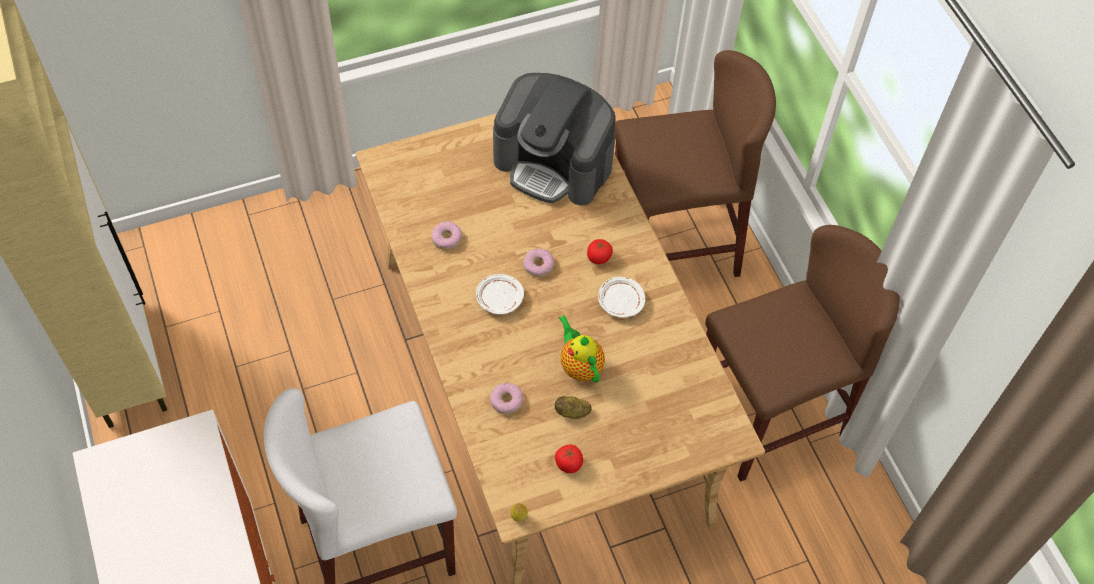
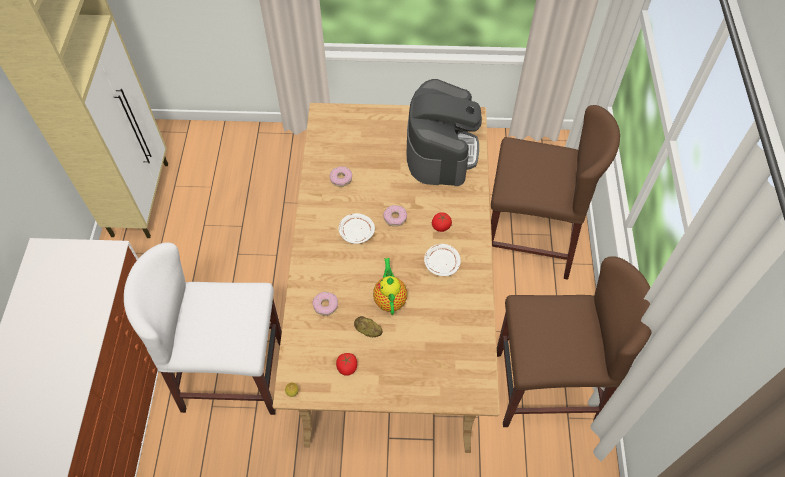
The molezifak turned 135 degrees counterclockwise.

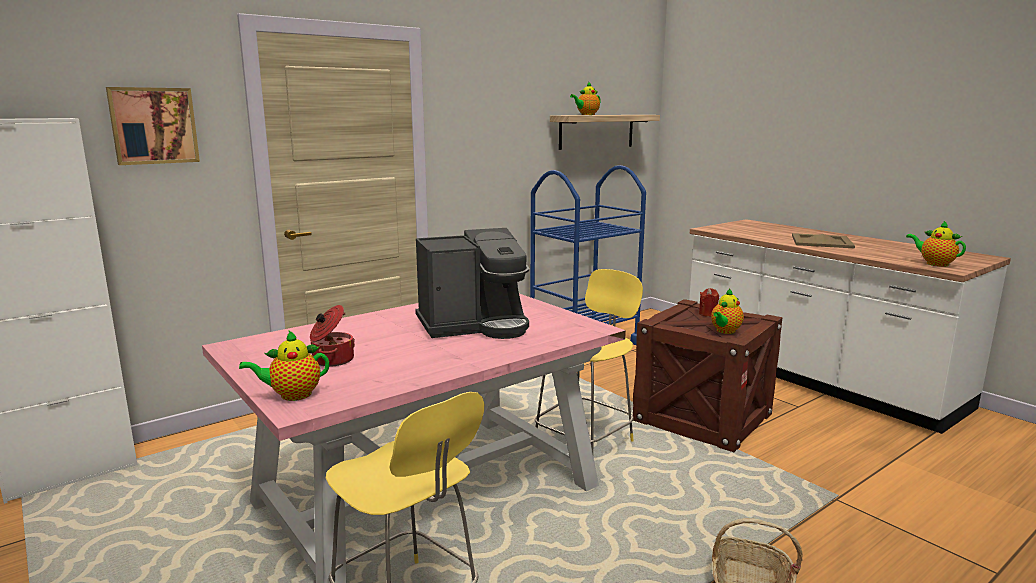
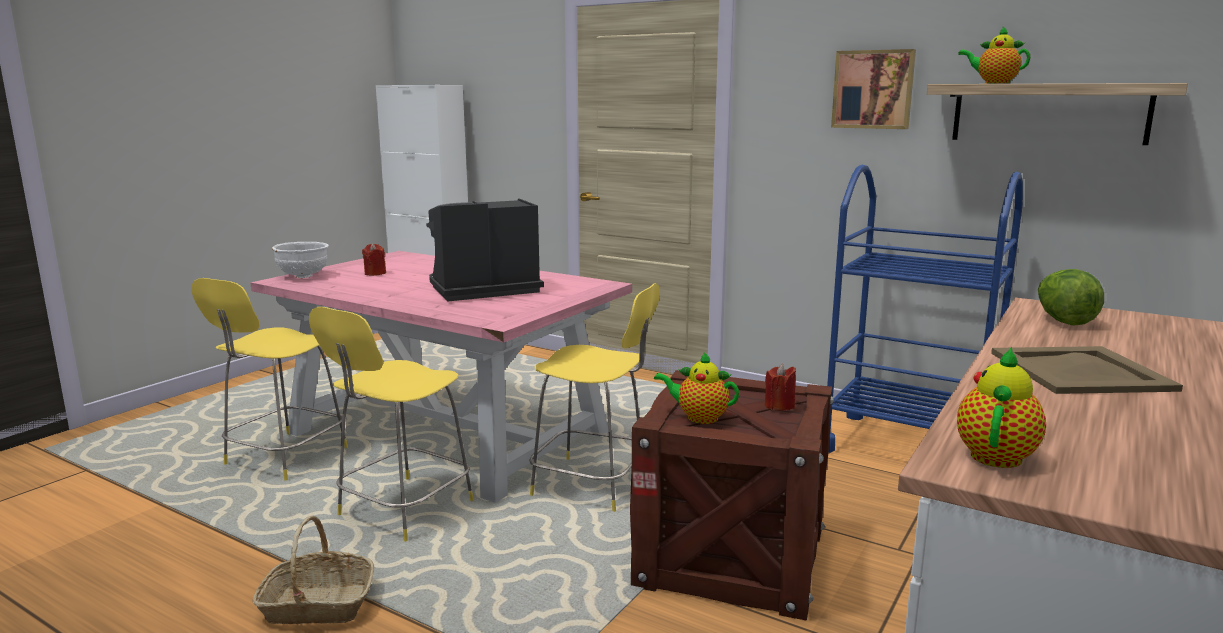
The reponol moved.
The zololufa (no. 1 from left) was replaced by the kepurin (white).
The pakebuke was replaced by the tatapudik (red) (no. 1 from left).
The molezifak turned 105 degrees clockwise.
The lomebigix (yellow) (no. 2 from left) appeared.
The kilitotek appeared.

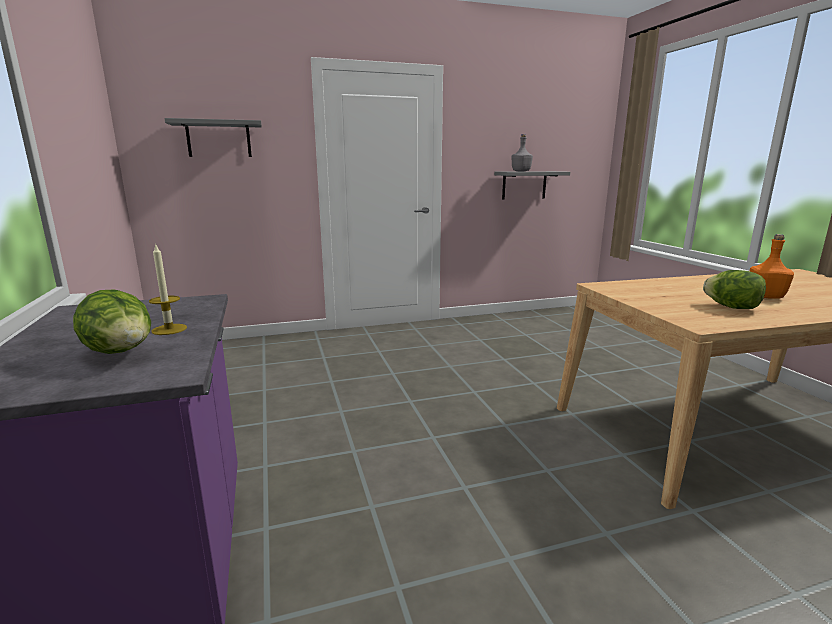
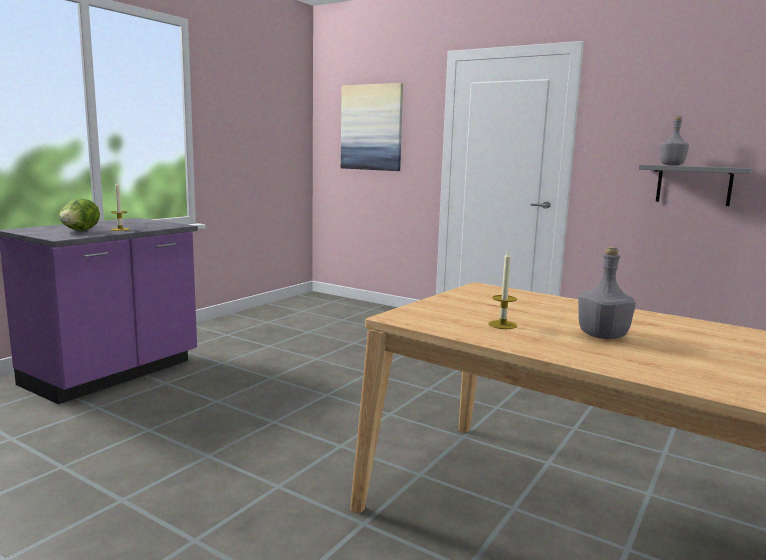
The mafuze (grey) (no. 1 from left) was replaced by the reponol.
The kilitotek (no. 2 from left) was replaced by the tatapudik (no. 2 from left).
The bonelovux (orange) became the bonelovux (grey) (no. 1 from left).

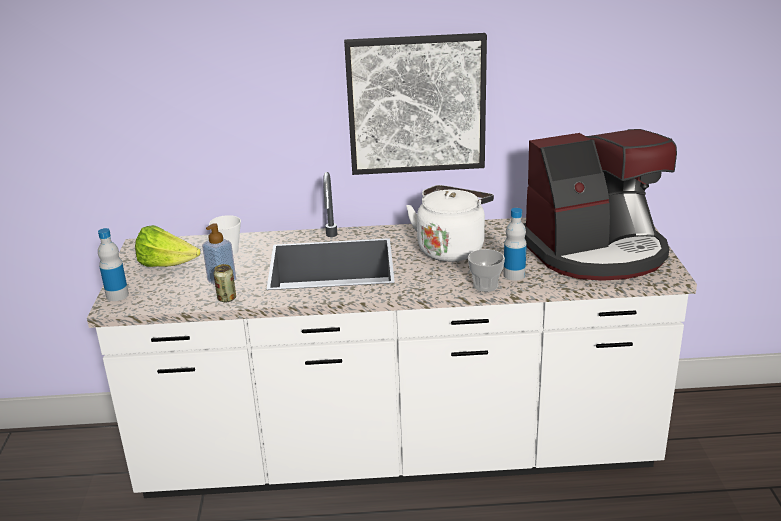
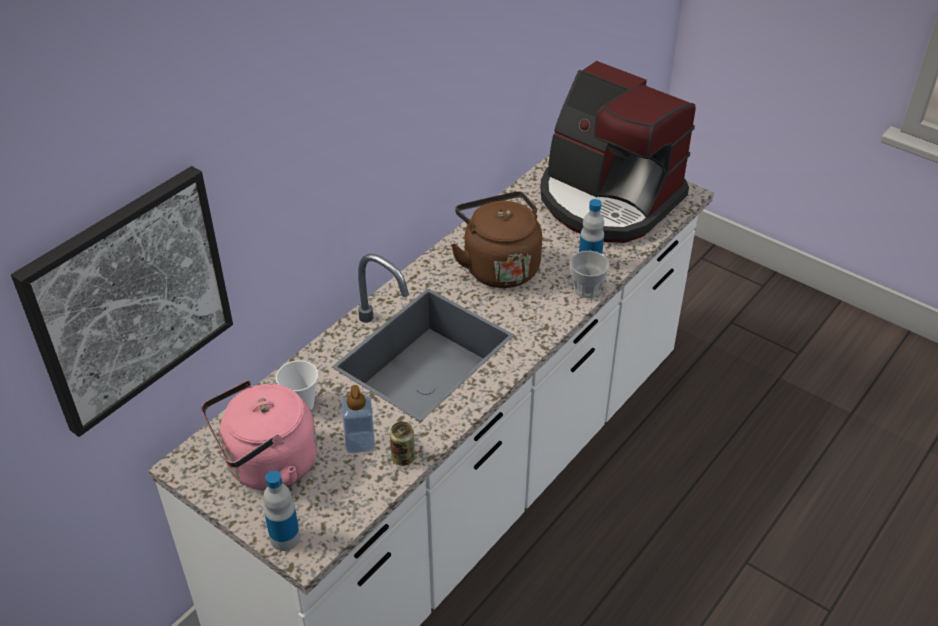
The kilitotek was replaced by the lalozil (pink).
The reponol moved.
The lalozil (white) became the lalozil (brown).
The molezifak turned 105 degrees clockwise.

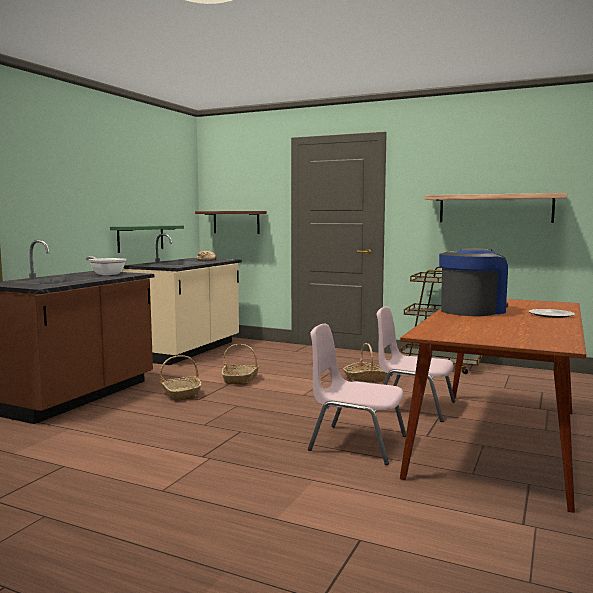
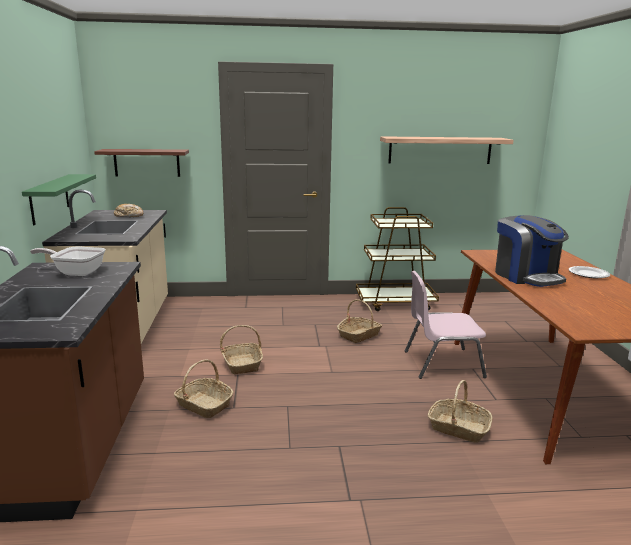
The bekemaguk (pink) (no. 1 from left) was replaced by the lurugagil (no. 4 from left).
The molezifak turned 135 degrees clockwise.

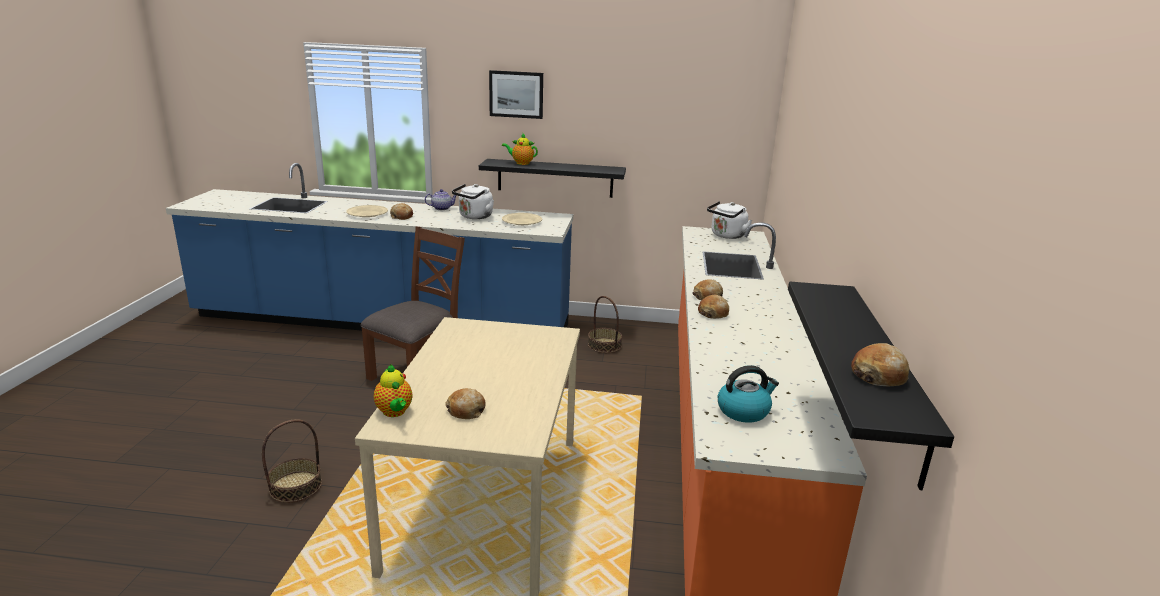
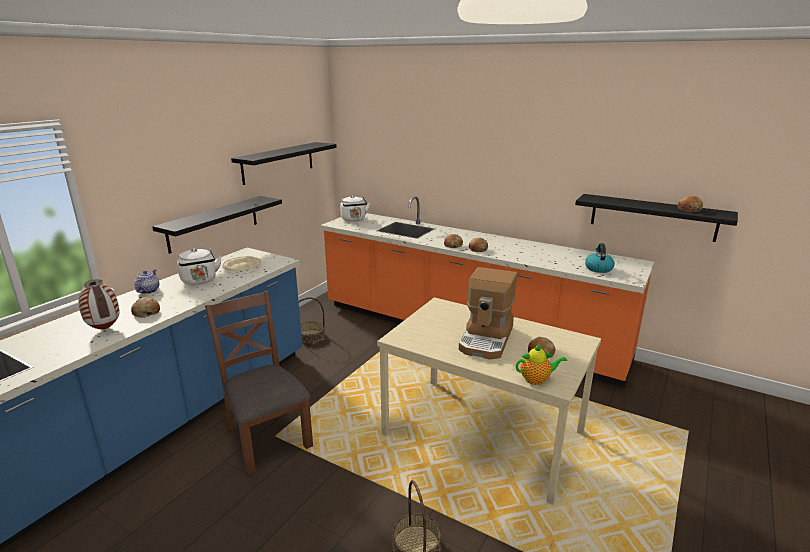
The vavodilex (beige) (no. 1 from left) was replaced by the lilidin.
The reponol disappeared.
The zololufa (no. 3 from left) disappeared.
The mafuze (black) (no. 2 from left) appeared.
The molezifak appeared.

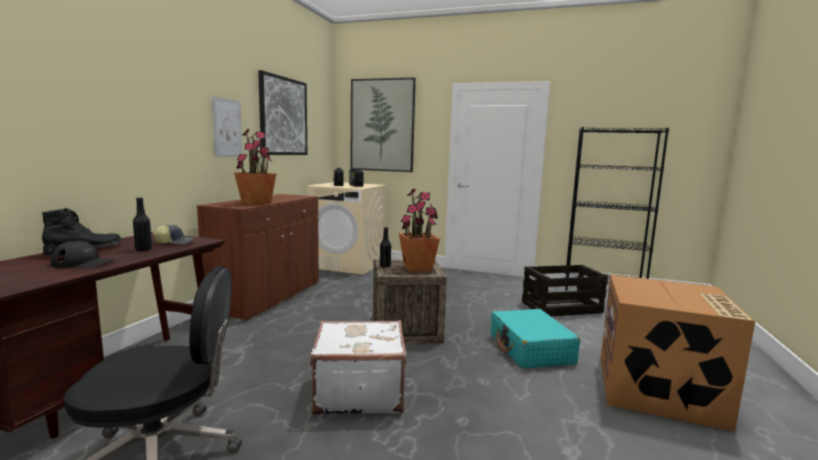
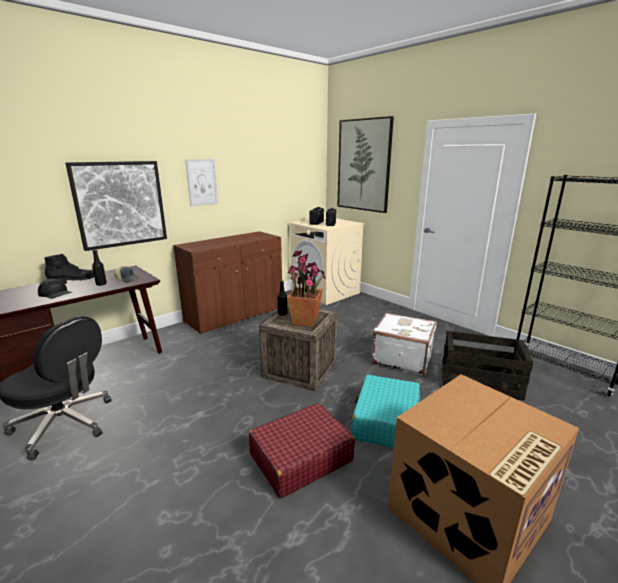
The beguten (no. 1 from left) disappeared.
The reponol (no. 2 from left in the first image) moved.
The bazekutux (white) moved.
The bazekutux (red) appeared.

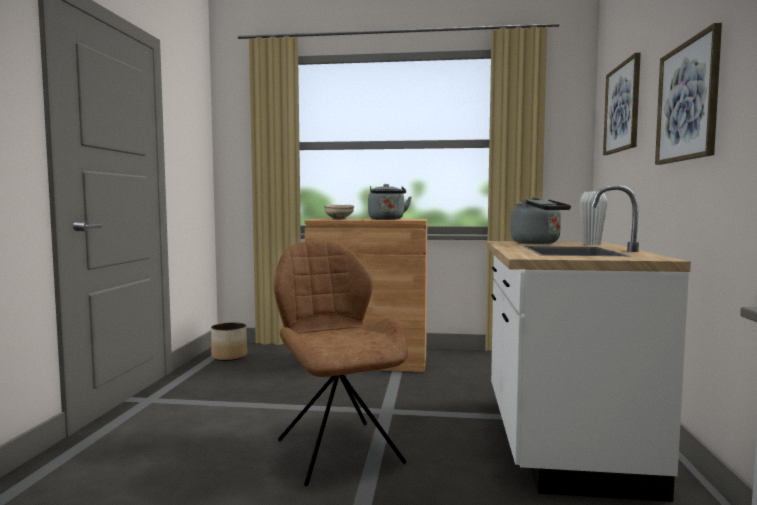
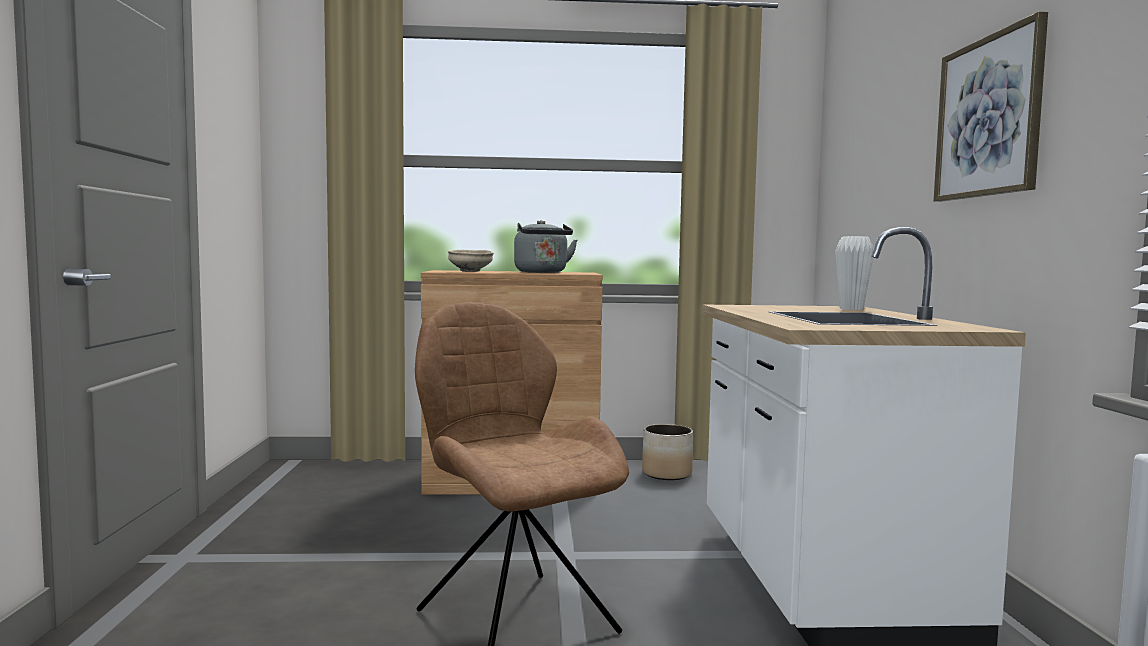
The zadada moved.
The lalozil (grey) (no. 2 from left) disappeared.
The reponol (no. 1 from left) disappeared.

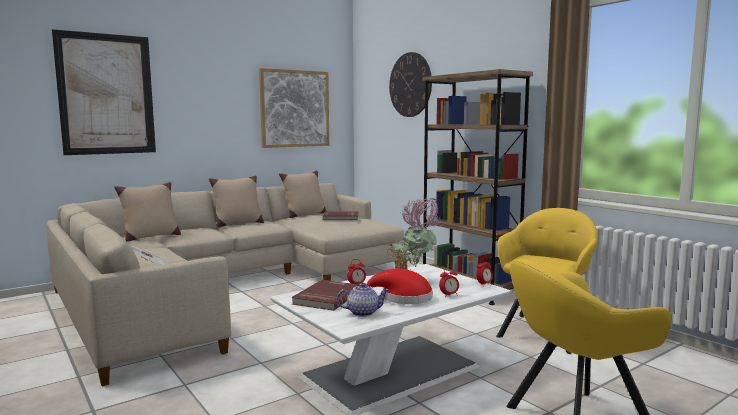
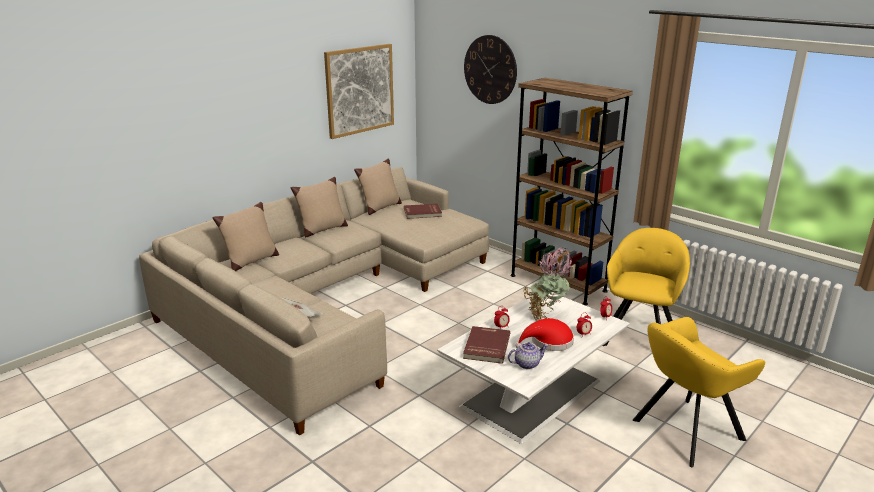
The reponol (no. 1 from left) disappeared.

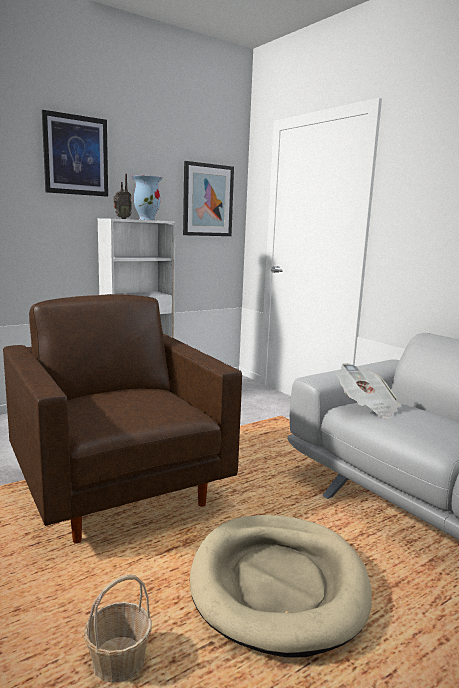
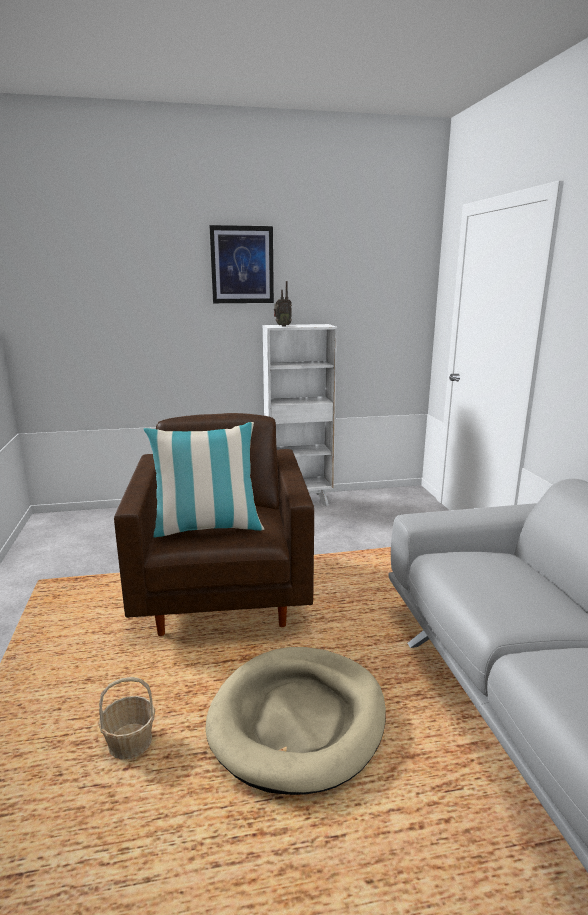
The lilidin disappeared.
The reponol (no. 2 from left) disappeared.
The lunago disappeared.
The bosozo appeared.

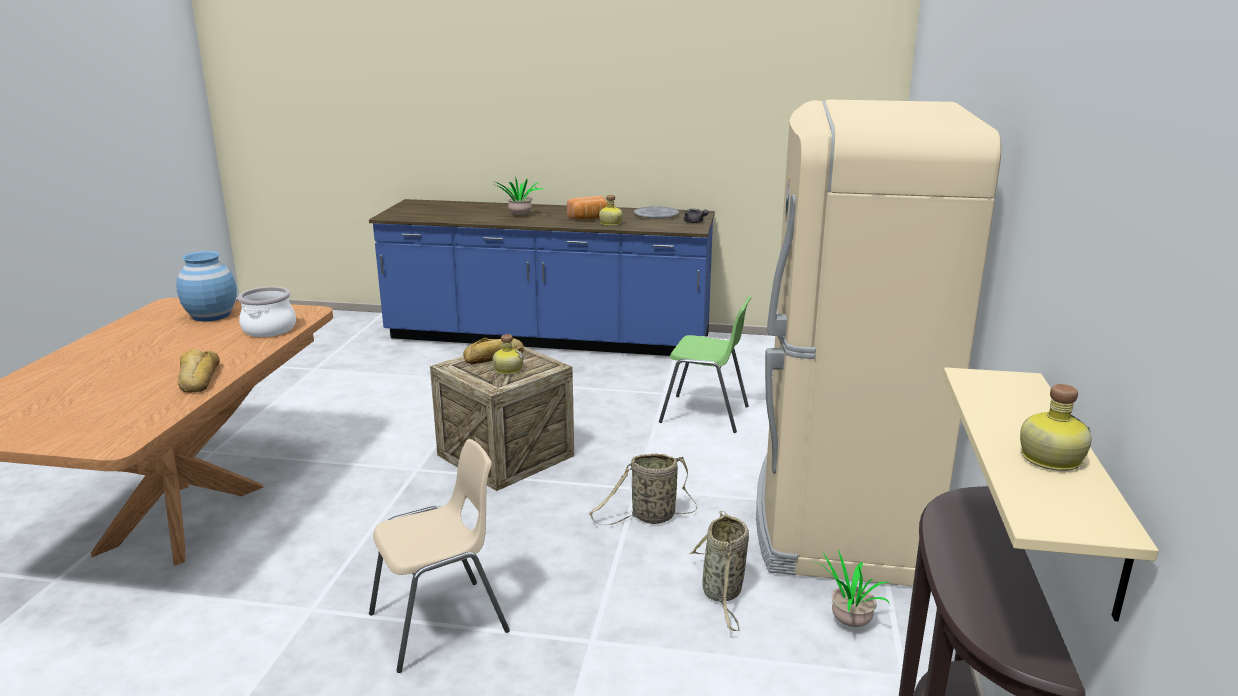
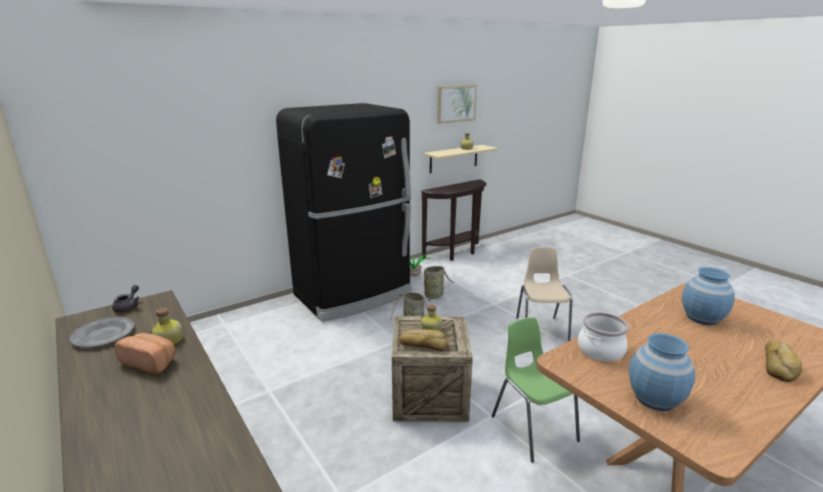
The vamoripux (no. 1 from left in the first image) moved.
The bekemaguk (beige) turned 75 degrees clockwise.
The beguten (no. 1 from left) disappeared.
The bekemaguk (green) moved.
The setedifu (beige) became the setedifu (black).
The reponol appeared.
The lilidin (blue) (no. 2 from left) appeared.

